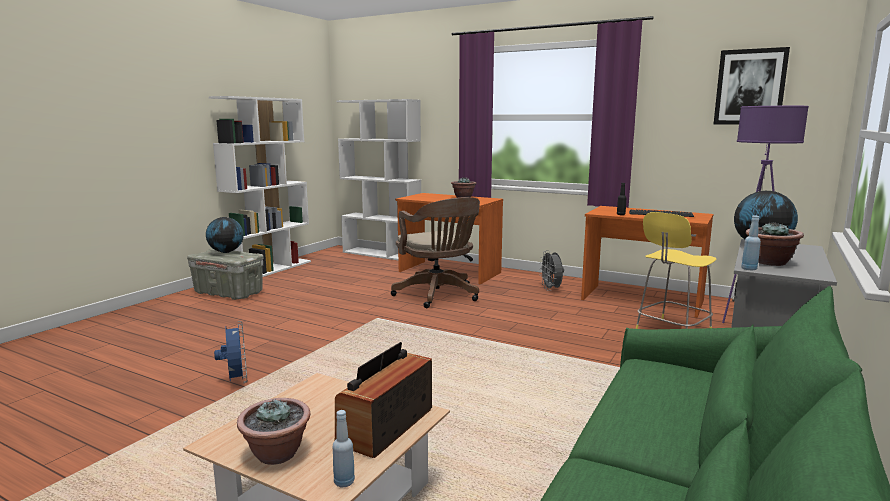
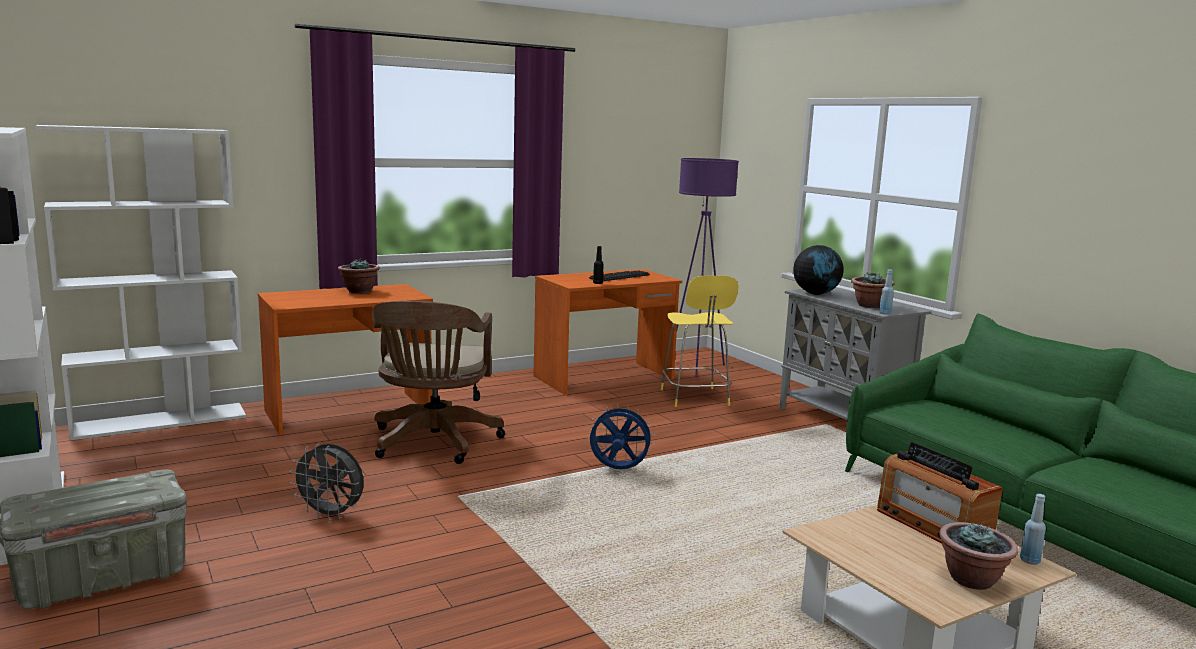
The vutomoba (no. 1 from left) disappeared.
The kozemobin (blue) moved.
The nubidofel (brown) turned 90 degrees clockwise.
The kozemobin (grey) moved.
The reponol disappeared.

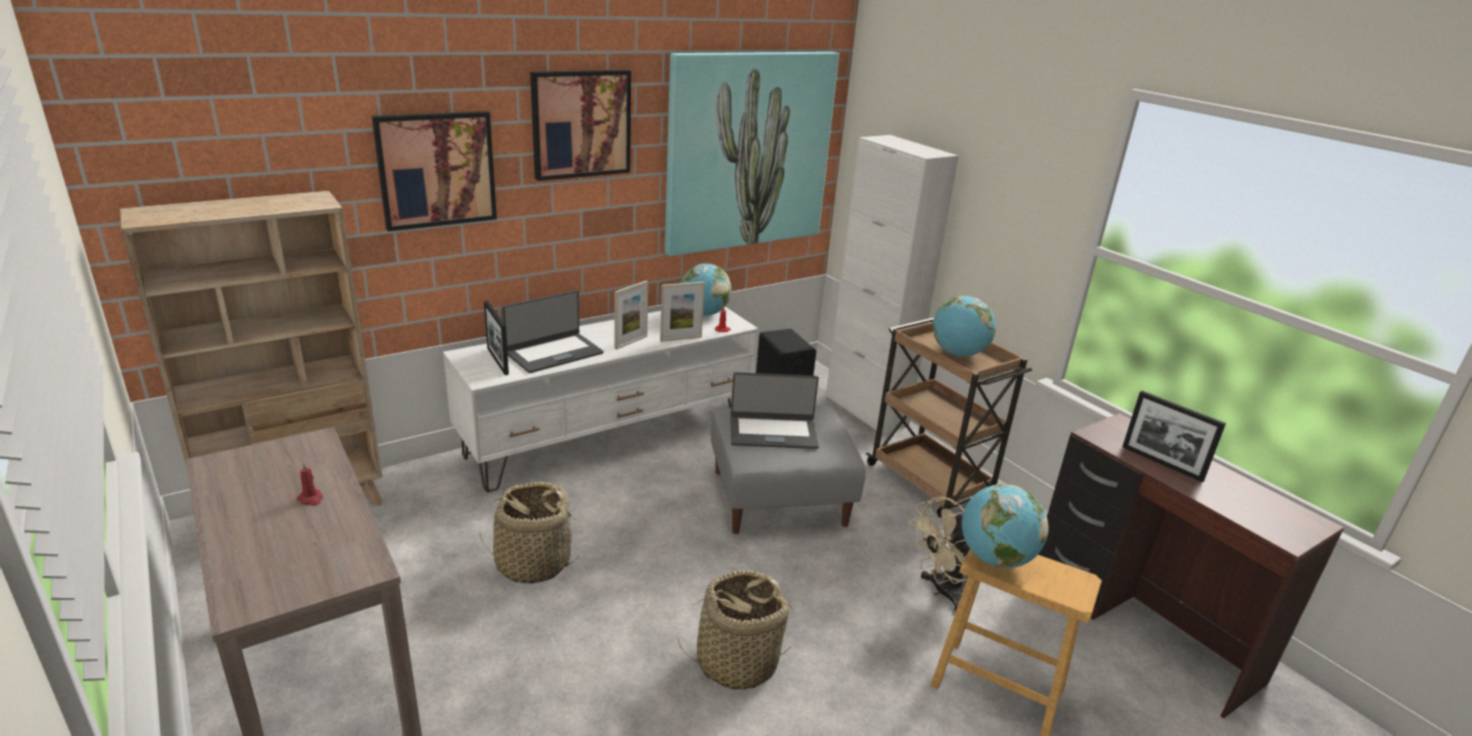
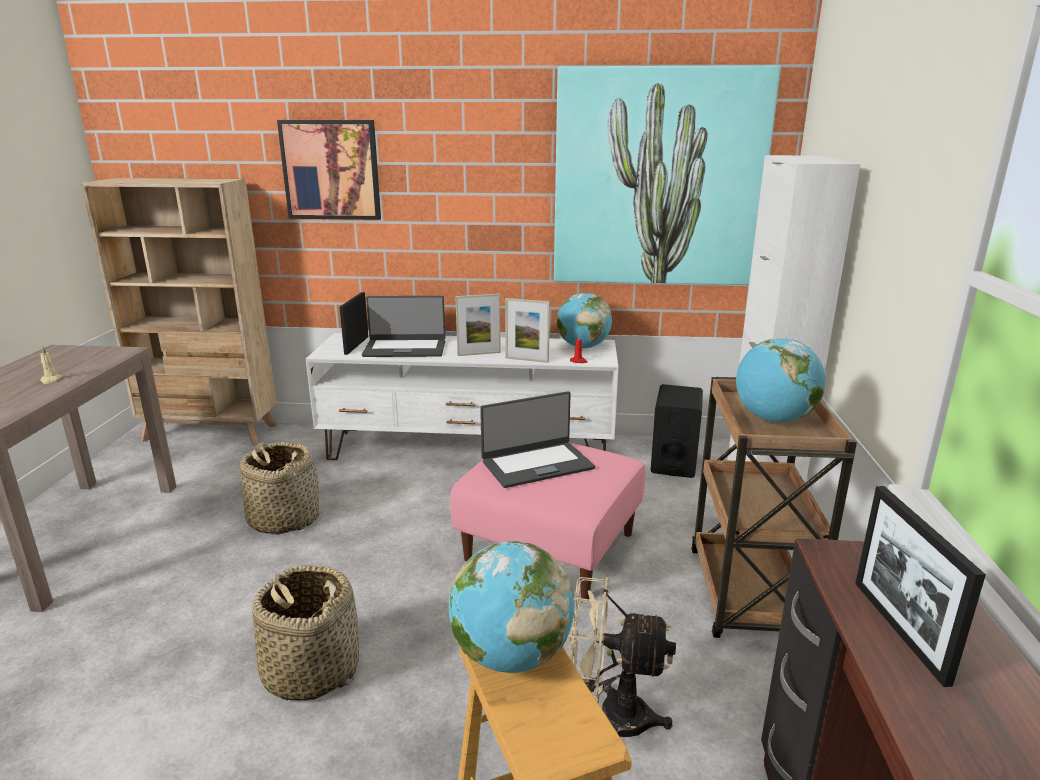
The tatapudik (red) (no. 1 from left) became the tatapudik (beige).
The reponol (no. 2 from left) disappeared.
The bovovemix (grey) became the bovovemix (pink).
The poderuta (no. 2 from left) turned 60 degrees counterclockwise.

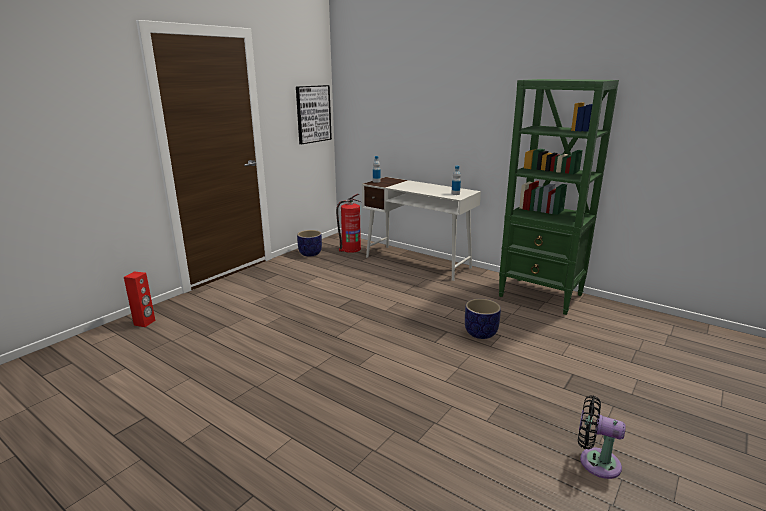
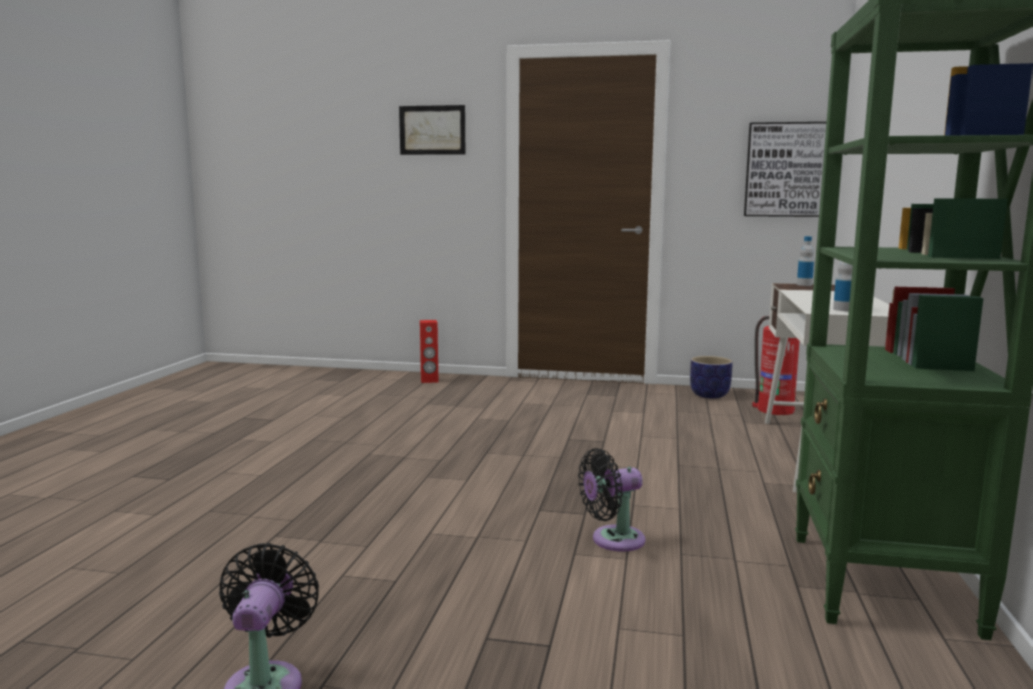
The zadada (no. 2 from left) was replaced by the kozemobin (black) (no. 2 from left).
The reponol (no. 1 from left) appeared.

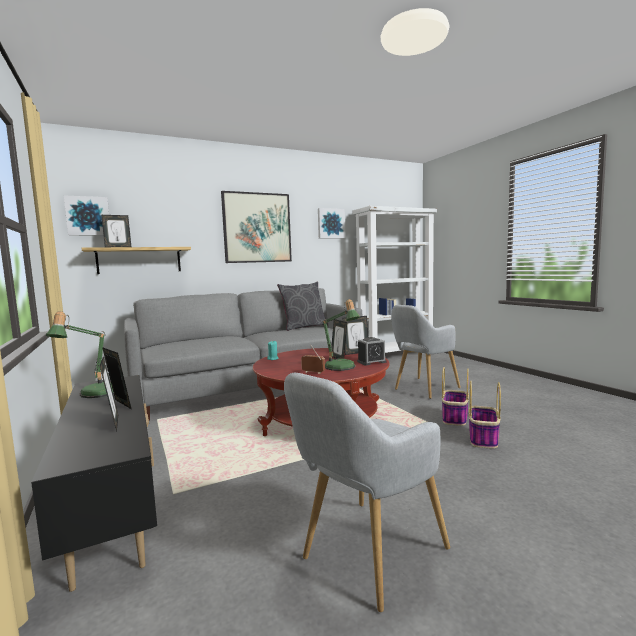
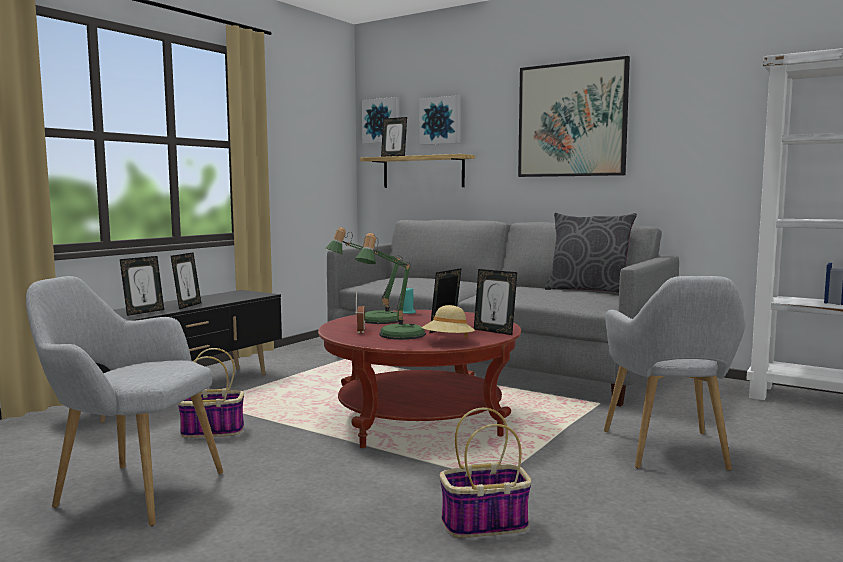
The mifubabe (no. 1 from left) moved.
The reponol (no. 3 from left in the first image) moved.
The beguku was replaced by the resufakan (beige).
The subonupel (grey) (no. 2 from left) turned 105 degrees counterclockwise.
The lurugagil (no. 1 from left) moved.

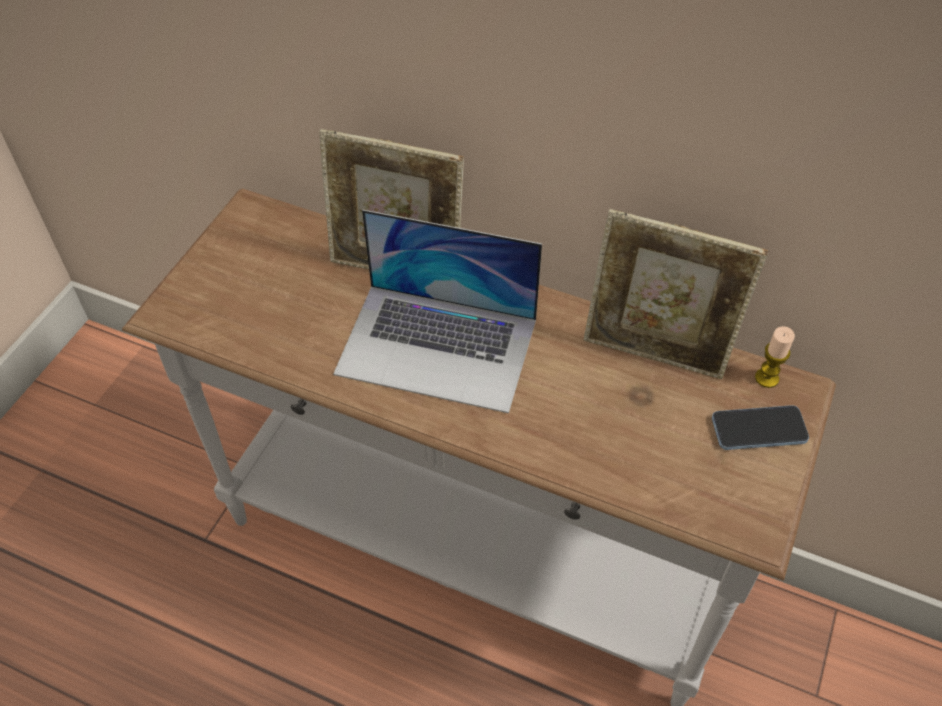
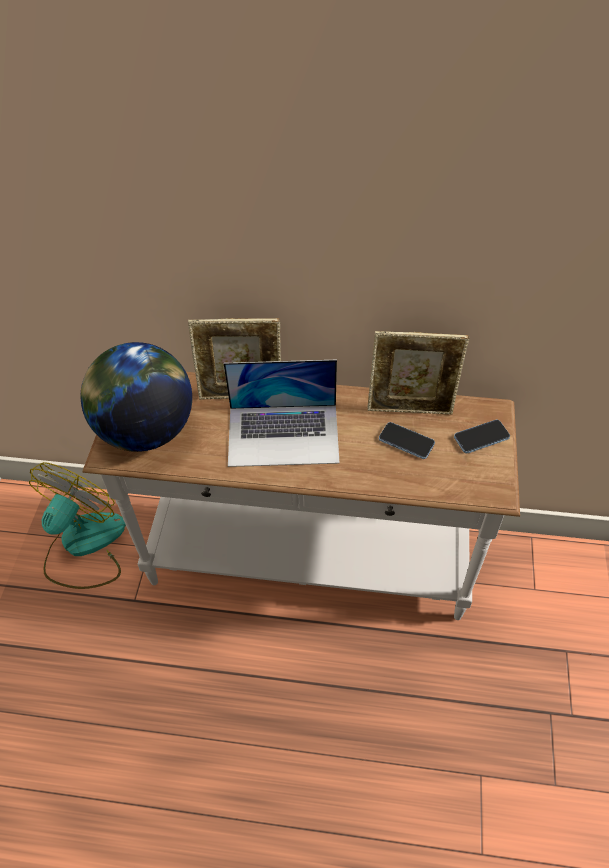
The tatapudik disappeared.
The kozemobin appeared.
The vutomoba appeared.
The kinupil (no. 1 from left) appeared.

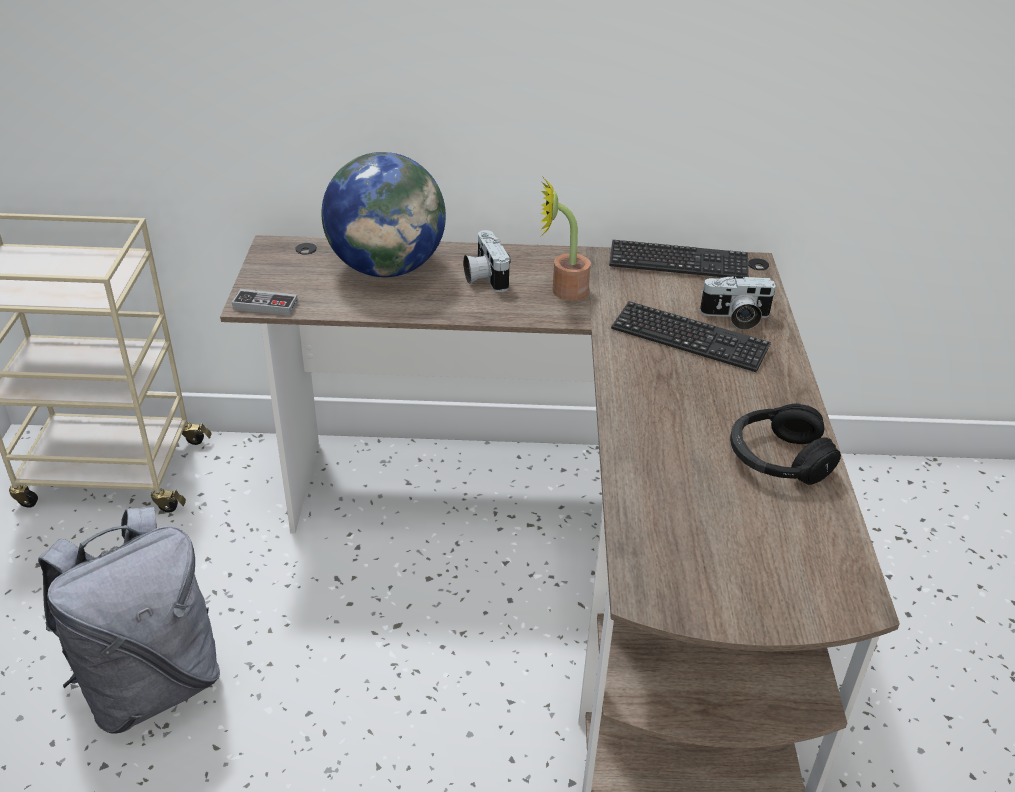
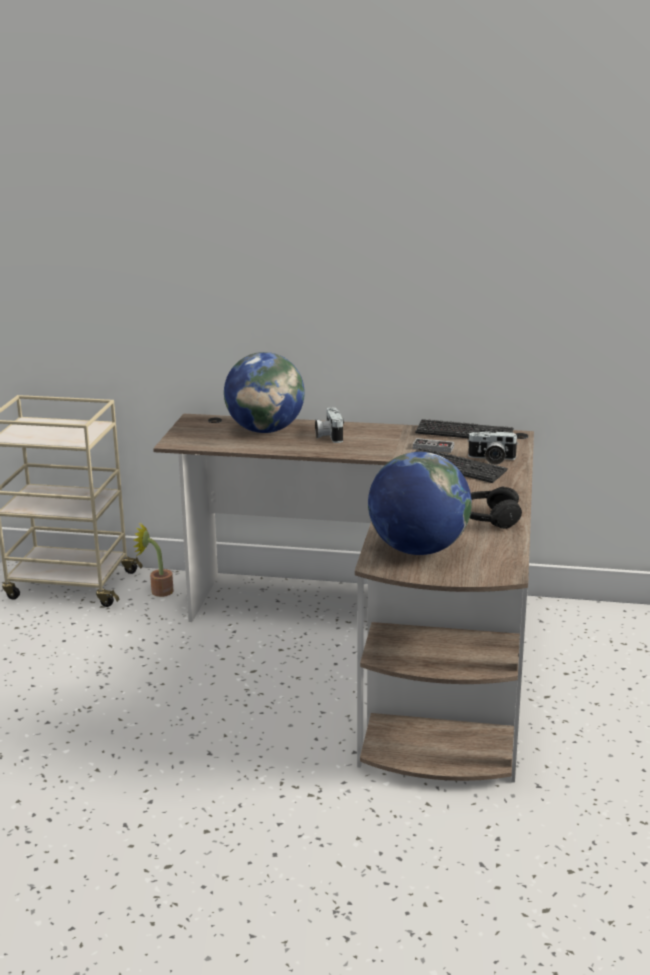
The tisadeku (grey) disappeared.
The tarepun moved.
The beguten moved.
The vutomoba (no. 2 from left) appeared.

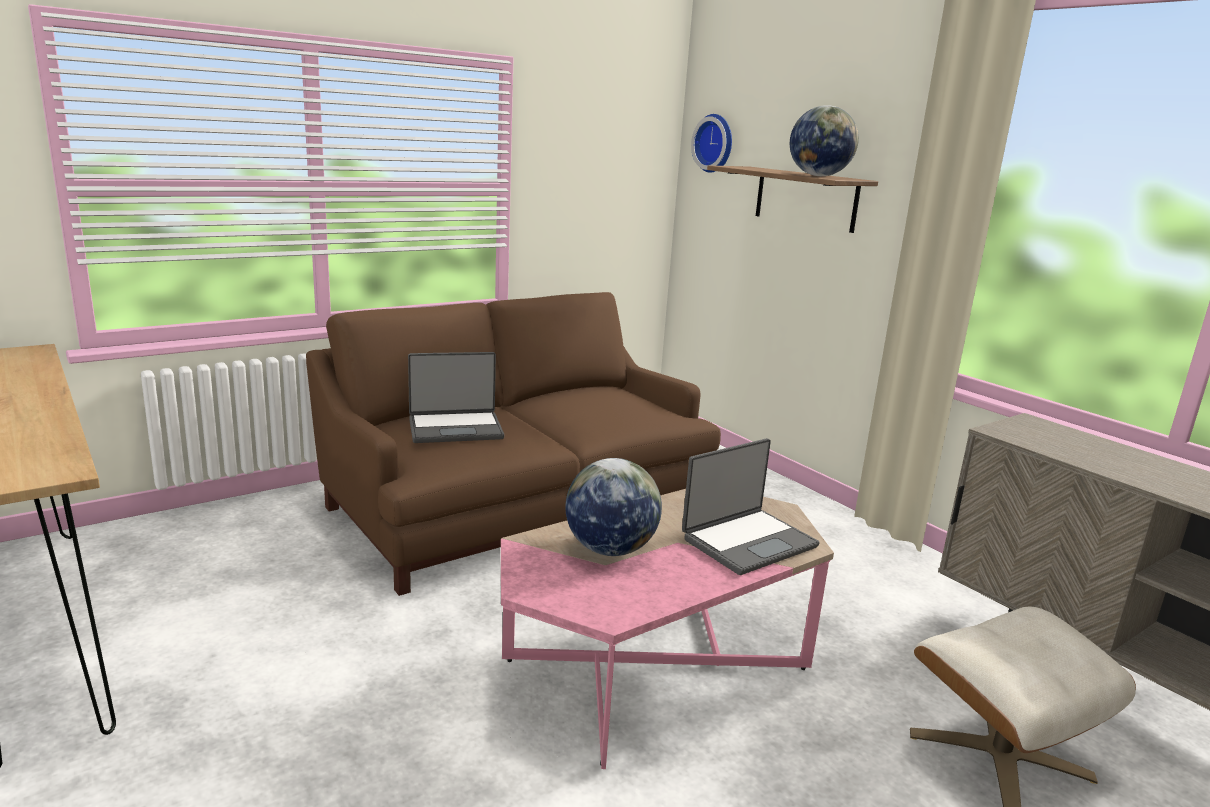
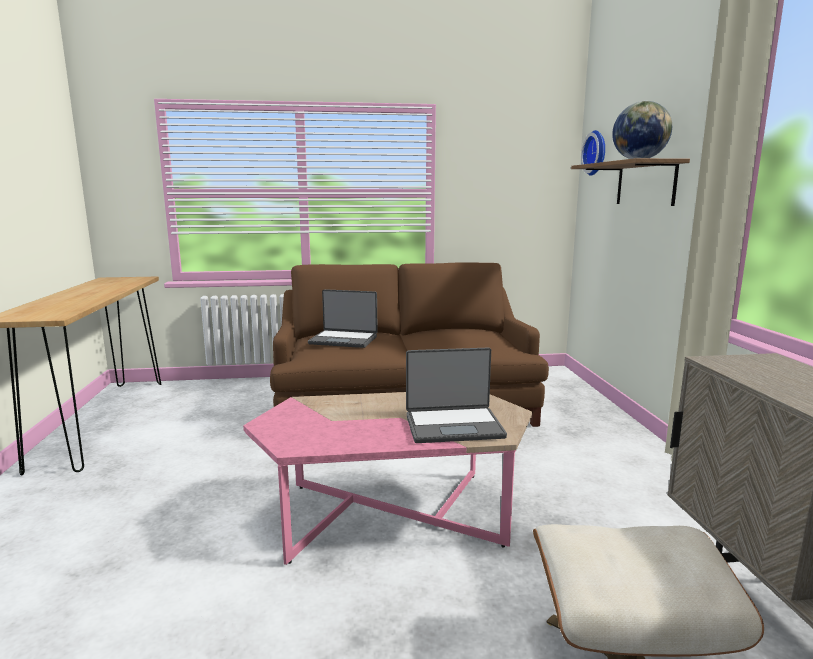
The vutomoba (no. 1 from left) disappeared.

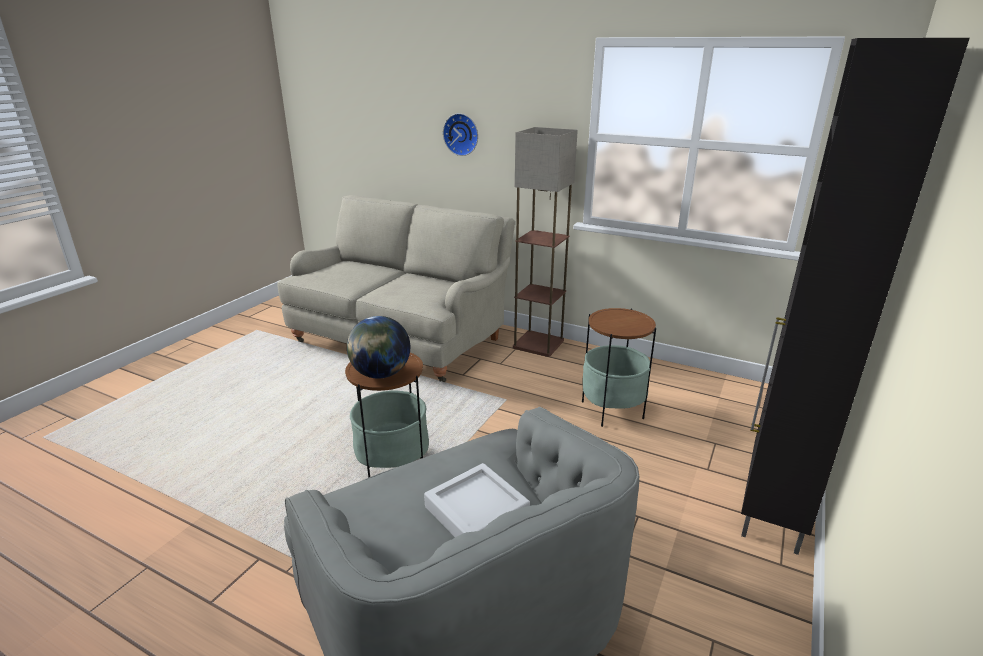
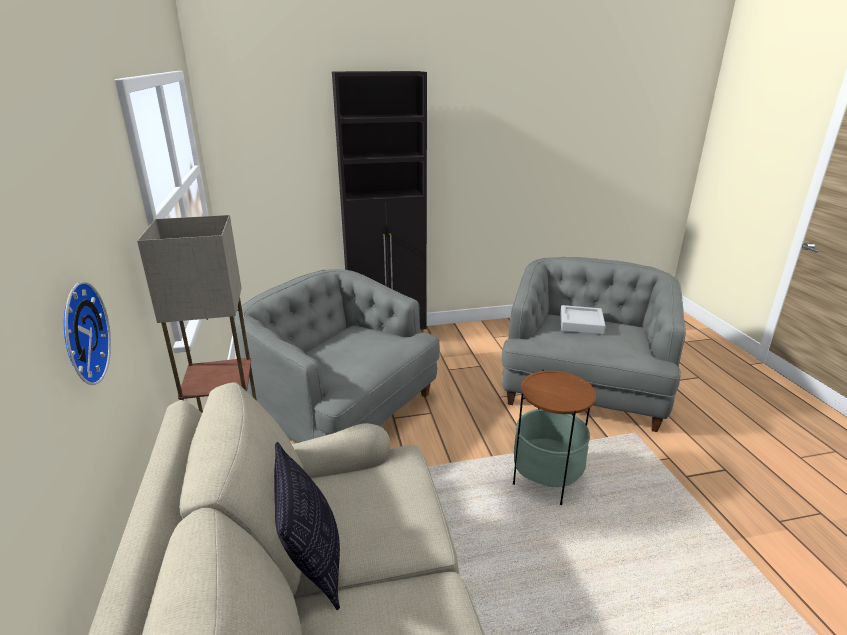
The vutomoba disappeared.
The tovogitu (no. 2 from left) was replaced by the subonupel (grey) (no. 1 from left).
The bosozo appeared.

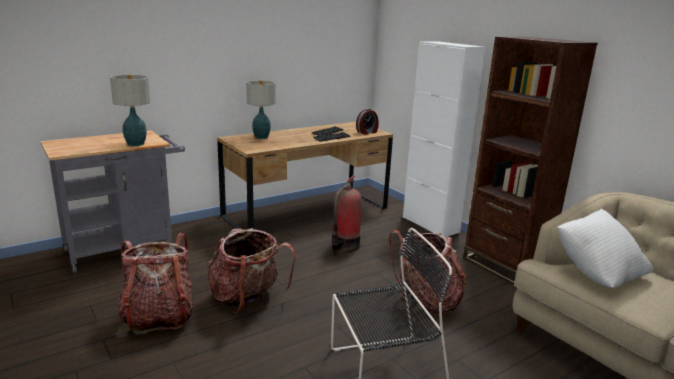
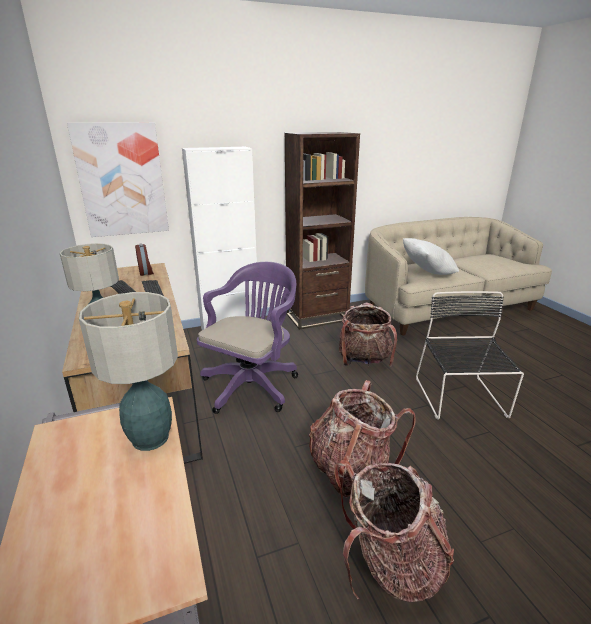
The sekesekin was replaced by the nubidofel (purple).
The reponol appeared.

